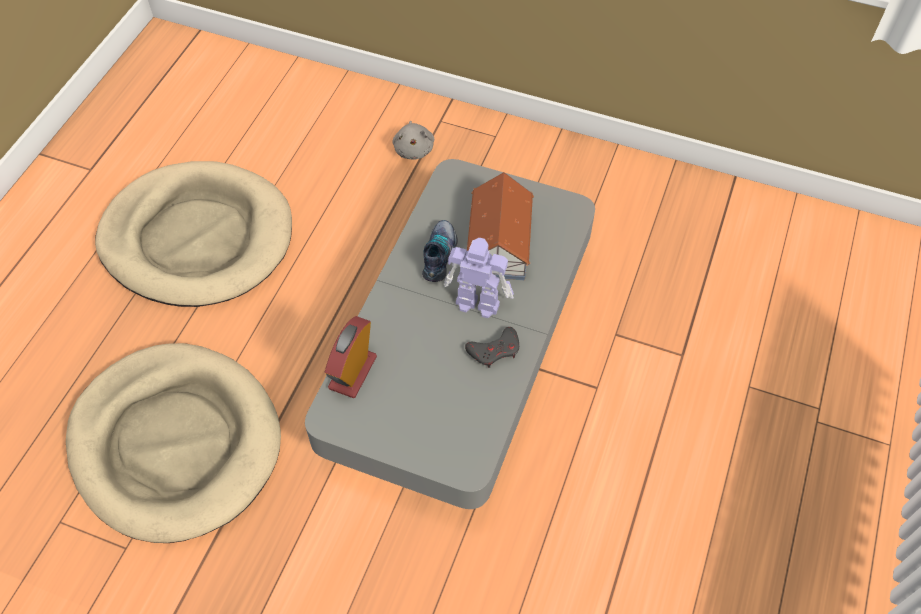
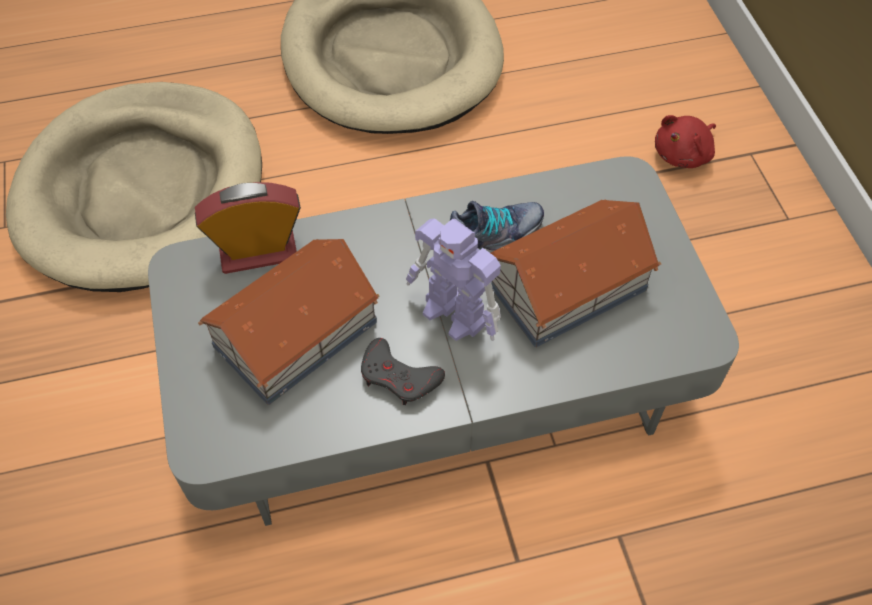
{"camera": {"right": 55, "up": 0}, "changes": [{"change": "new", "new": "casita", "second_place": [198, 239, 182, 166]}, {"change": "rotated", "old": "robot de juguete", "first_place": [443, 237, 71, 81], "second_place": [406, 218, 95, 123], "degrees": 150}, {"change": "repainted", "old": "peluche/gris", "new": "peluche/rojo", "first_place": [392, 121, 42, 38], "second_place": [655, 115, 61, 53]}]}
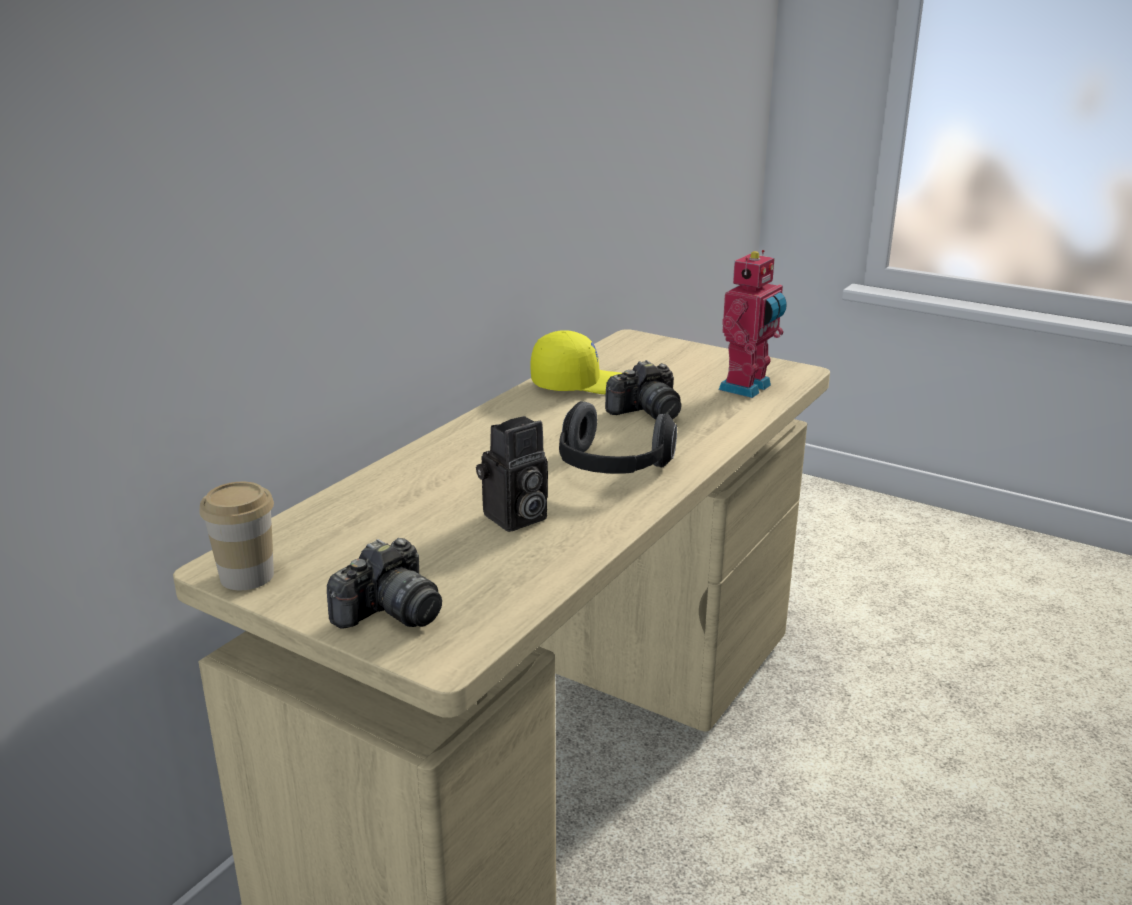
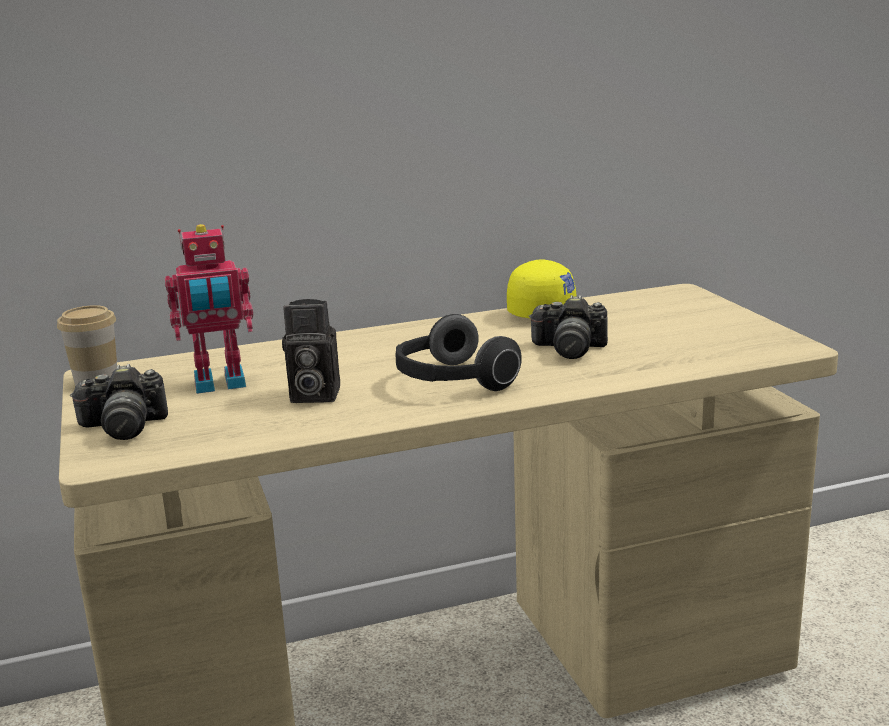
{"camera": {"right": 40, "up": -5}, "changes": [{"change": "shifted", "old": "robot de juguete", "first_place": [719, 250, 68, 148], "second_place": [165, 224, 88, 170]}]}
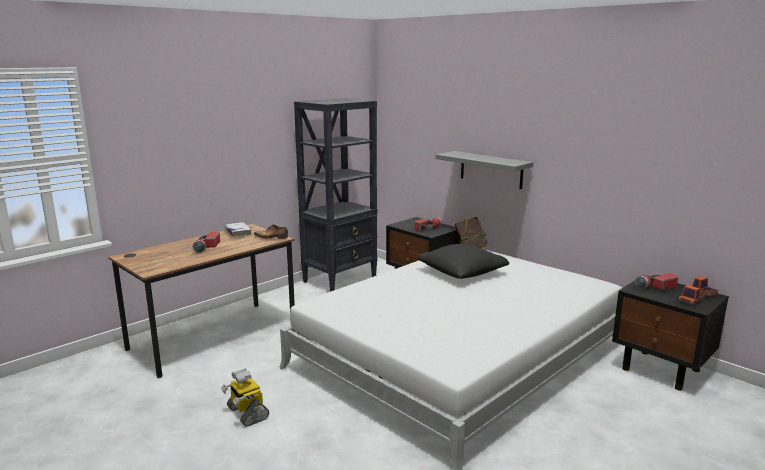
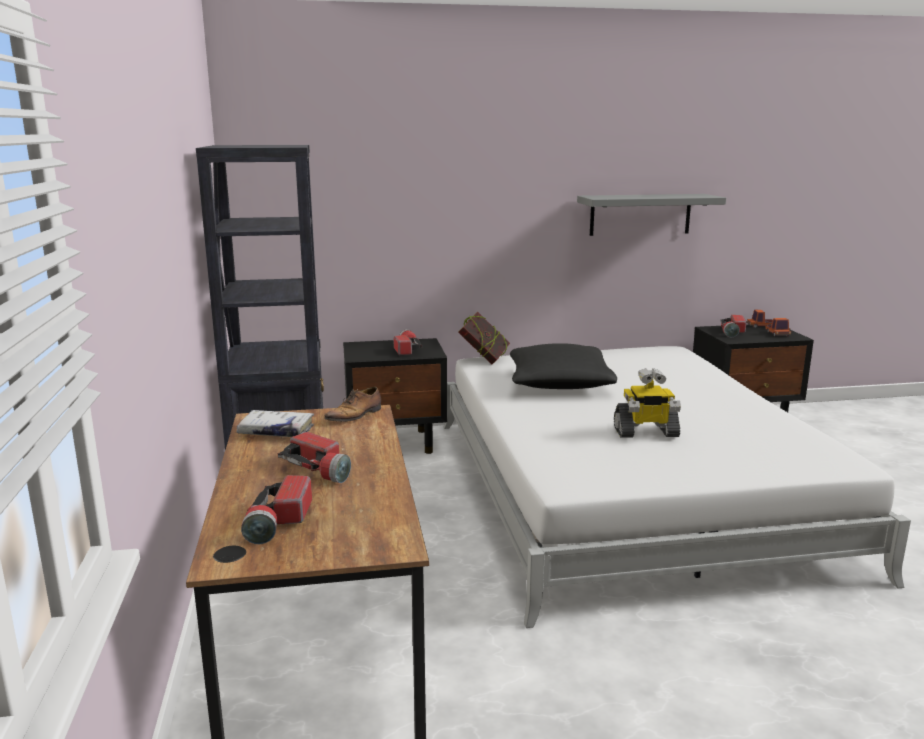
{"camera": {"right": -55, "up": 0}, "changes": [{"change": "new", "new": "linterna", "second_place": [241, 475, 71, 69]}, {"change": "shifted", "old": "estante/gris", "first_place": [435, 151, 98, 38], "second_place": [577, 194, 149, 42]}, {"change": "shifted", "old": "robot de juguete", "first_place": [221, 368, 48, 59], "second_place": [614, 368, 67, 70]}]}
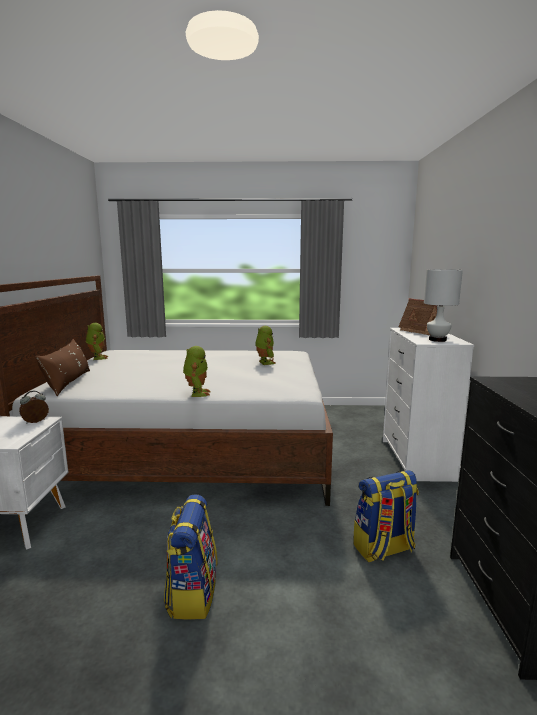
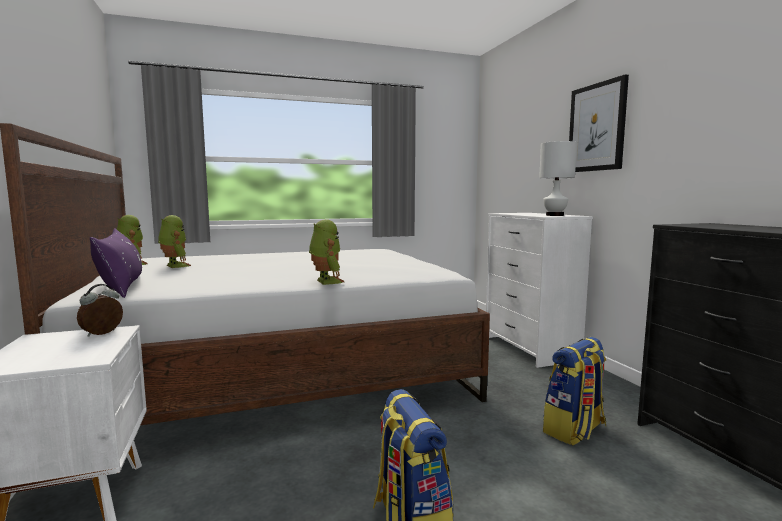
{"camera": {"right": -20, "up": -5}, "changes": [{"change": "repainted", "old": "cojín/marrón", "new": "cojín/morado", "first_place": [35, 339, 55, 57], "second_place": [90, 228, 52, 70]}, {"change": "shifted", "old": "robot de juguete", "first_place": [255, 326, 21, 39], "second_place": [158, 215, 33, 53]}, {"change": "new", "new": "cuadro", "second_place": [569, 74, 60, 98]}, {"change": "gone", "old": "casita", "first_place": [398, 298, 39, 37]}]}
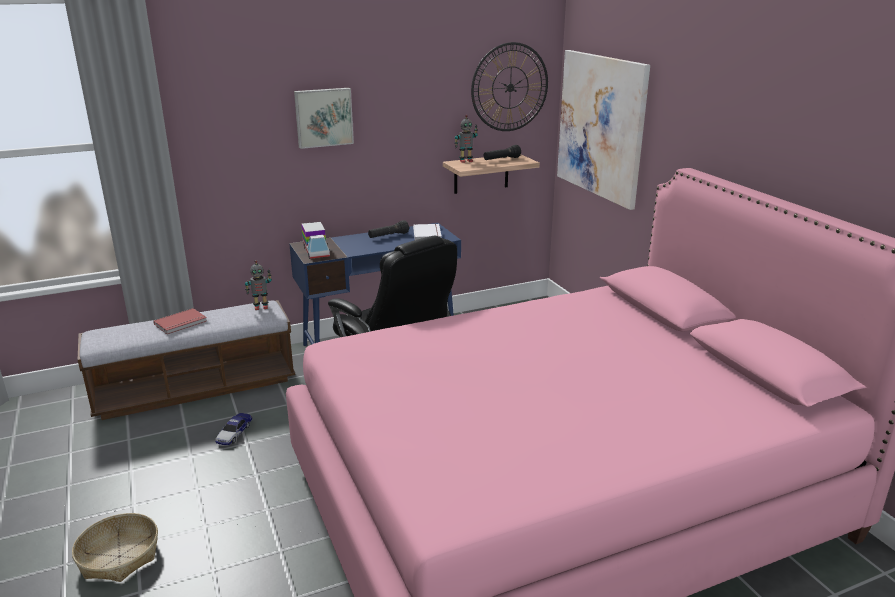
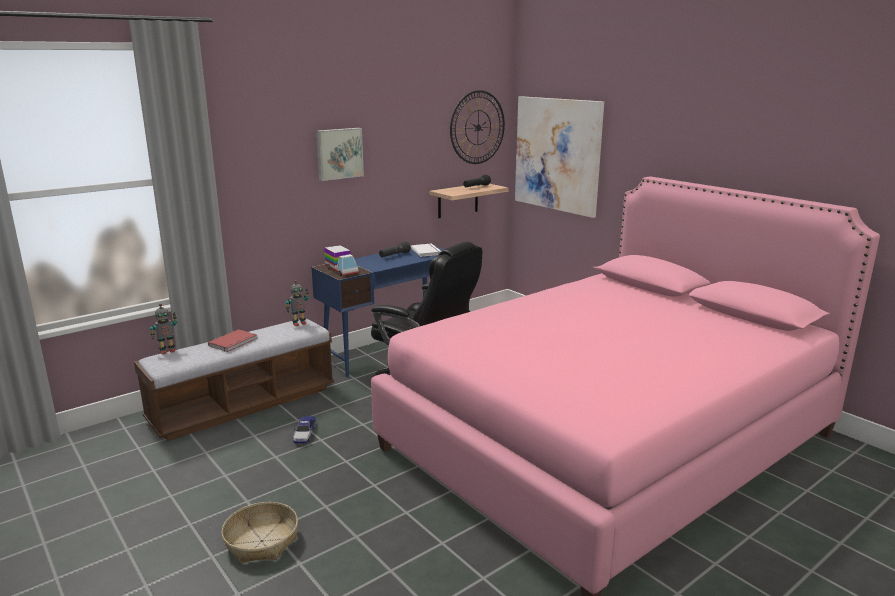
{"camera": {"right": -15, "up": -5}, "changes": [{"change": "shifted", "old": "robot de juguete", "first_place": [454, 115, 24, 48], "second_place": [150, 304, 27, 50]}]}
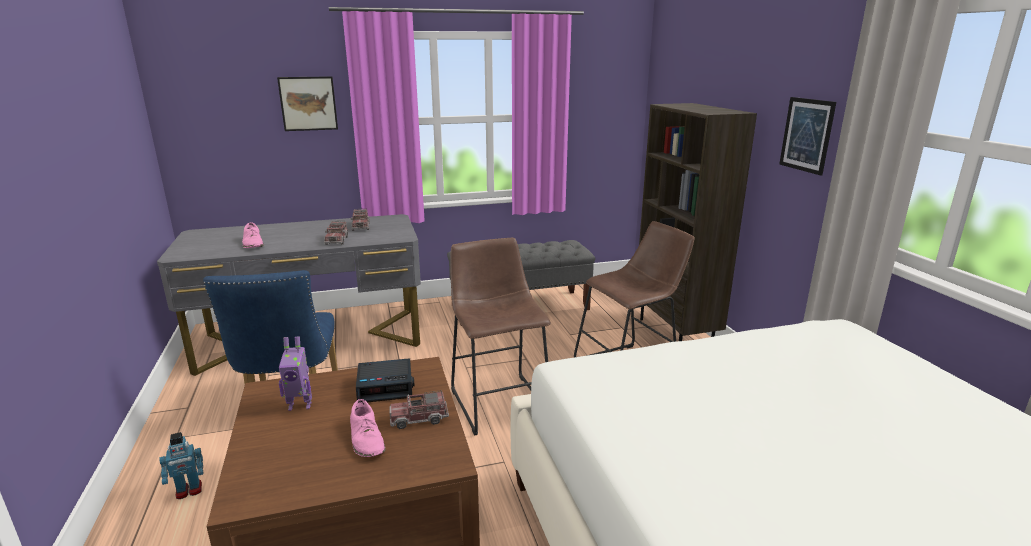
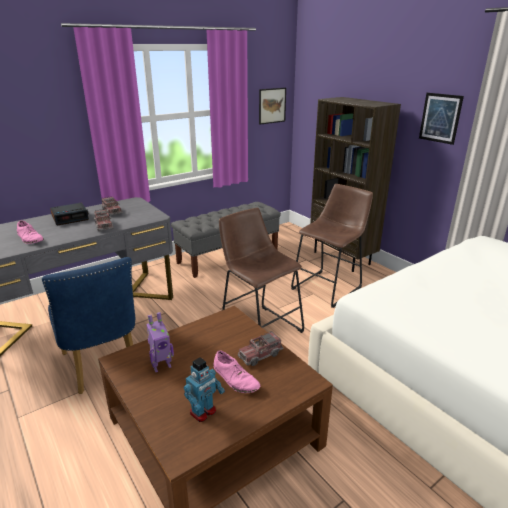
{"camera": {"right": -20, "up": 5}, "changes": [{"change": "shifted", "old": "despertador", "first_place": [356, 358, 59, 44], "second_place": [50, 203, 39, 22]}, {"change": "shifted", "old": "robot de juguete", "first_place": [159, 432, 45, 67], "second_place": [184, 357, 41, 65]}, {"change": "shifted", "old": "cuadro", "first_place": [277, 76, 61, 55], "second_place": [259, 88, 27, 37]}]}
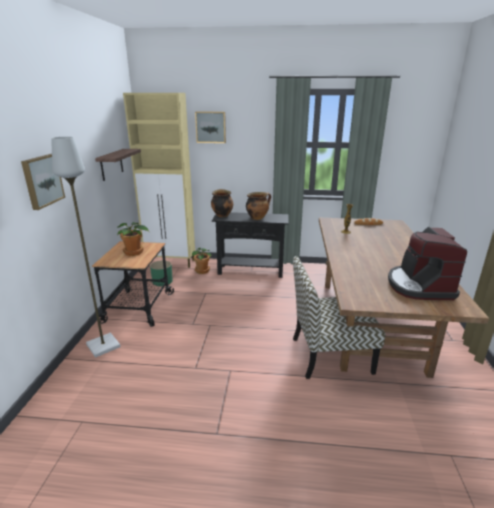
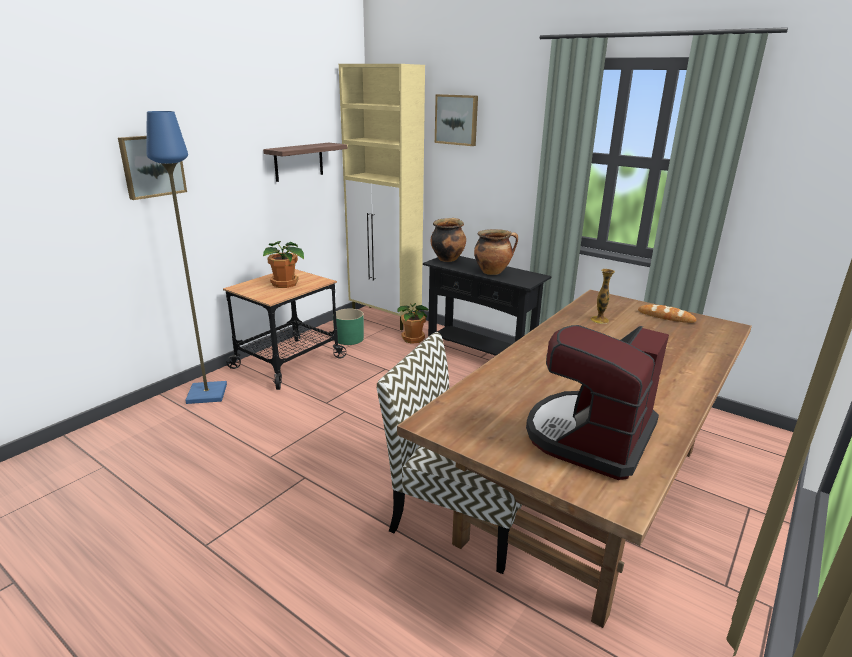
{"camera": {"right": 30, "up": 0}, "changes": [{"change": "repainted", "old": "lámpara de pie/gris", "new": "lámpara de pie/azul", "first_place": [51, 137, 70, 221], "second_place": [146, 111, 81, 293]}]}
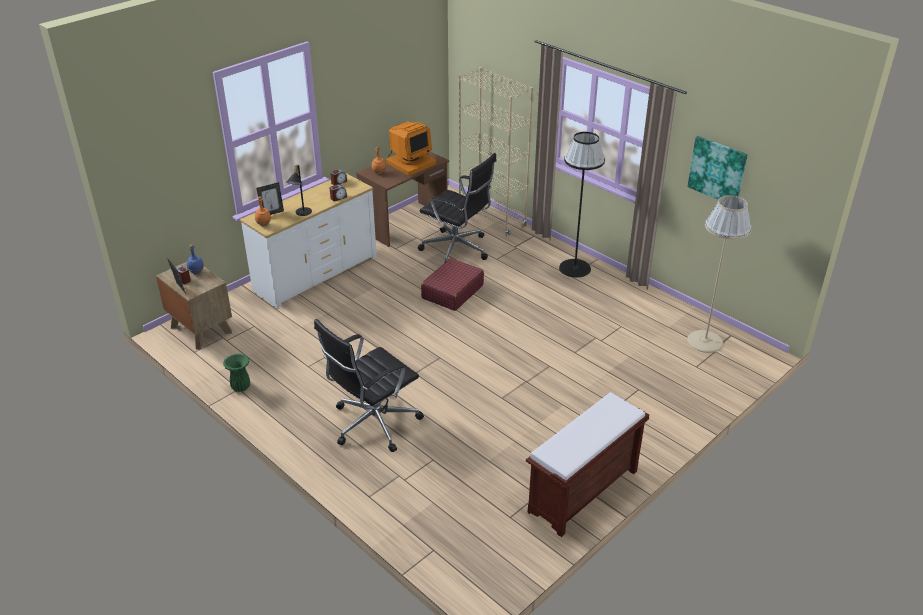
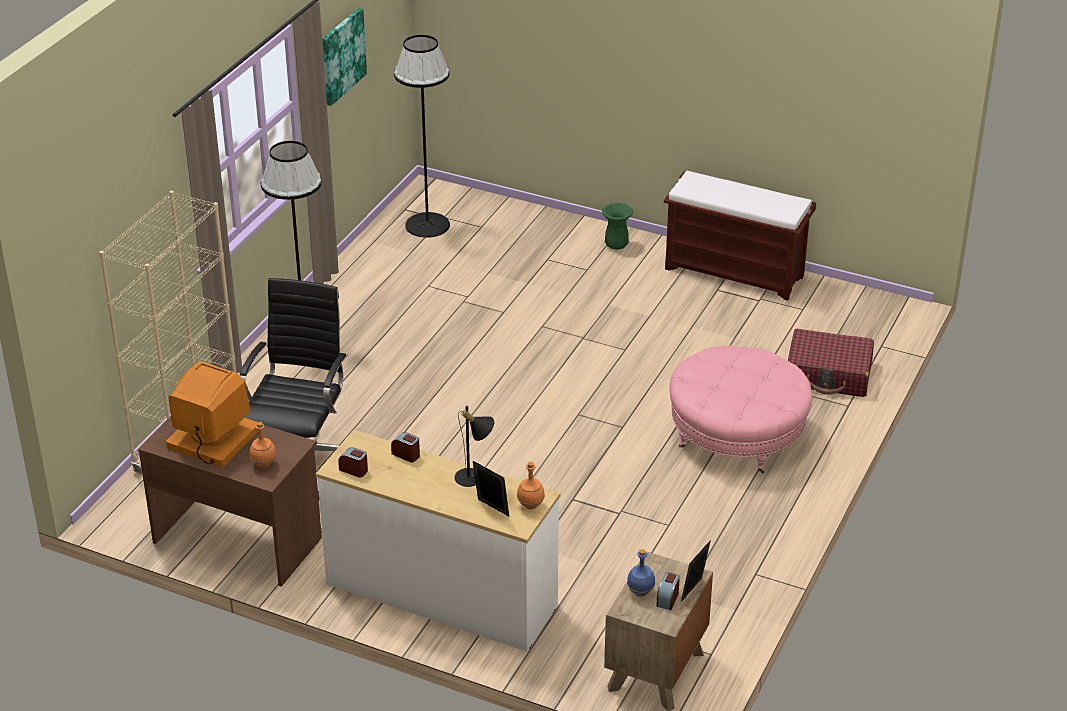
{"camera": {"right": -110, "up": 0}, "changes": [{"change": "repainted", "old": "lámpara de pie/beis", "new": "lámpara de pie/negro", "first_place": [687, 195, 65, 158], "second_place": [394, 35, 56, 203]}, {"change": "shifted", "old": "florero/verde", "first_place": [223, 353, 27, 39], "second_place": [602, 203, 31, 47]}, {"change": "swapped", "old": "silla de oficina/negro", "new": "puf/rosa", "first_place": [314, 319, 110, 133], "second_place": [669, 346, 143, 127]}, {"change": "shifted", "old": "maleta/rojo", "first_place": [421, 258, 63, 53], "second_place": [788, 329, 86, 68]}]}
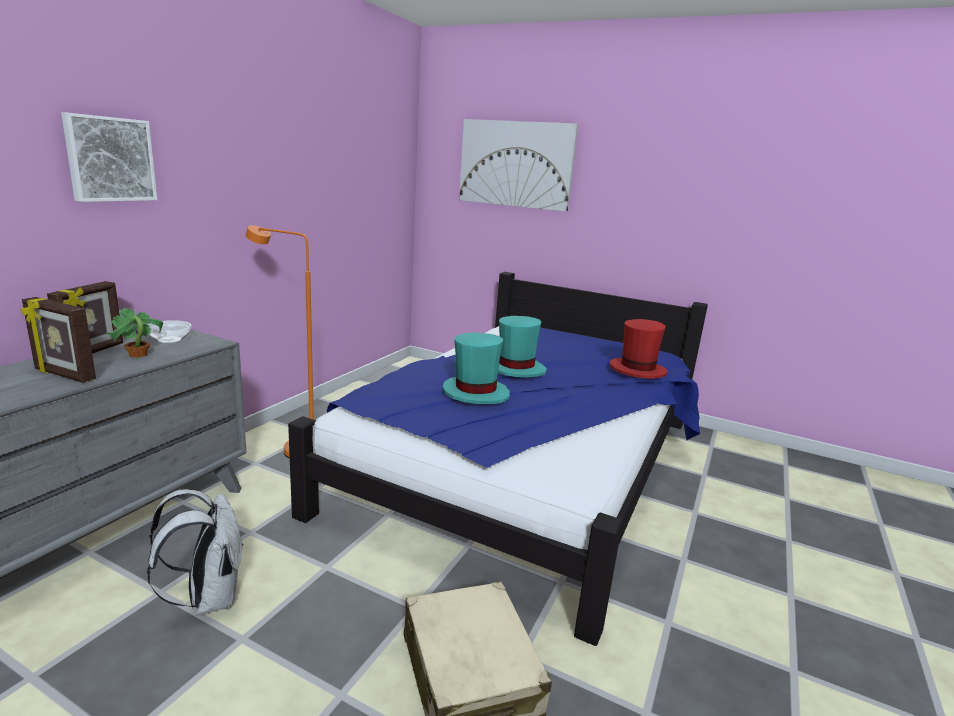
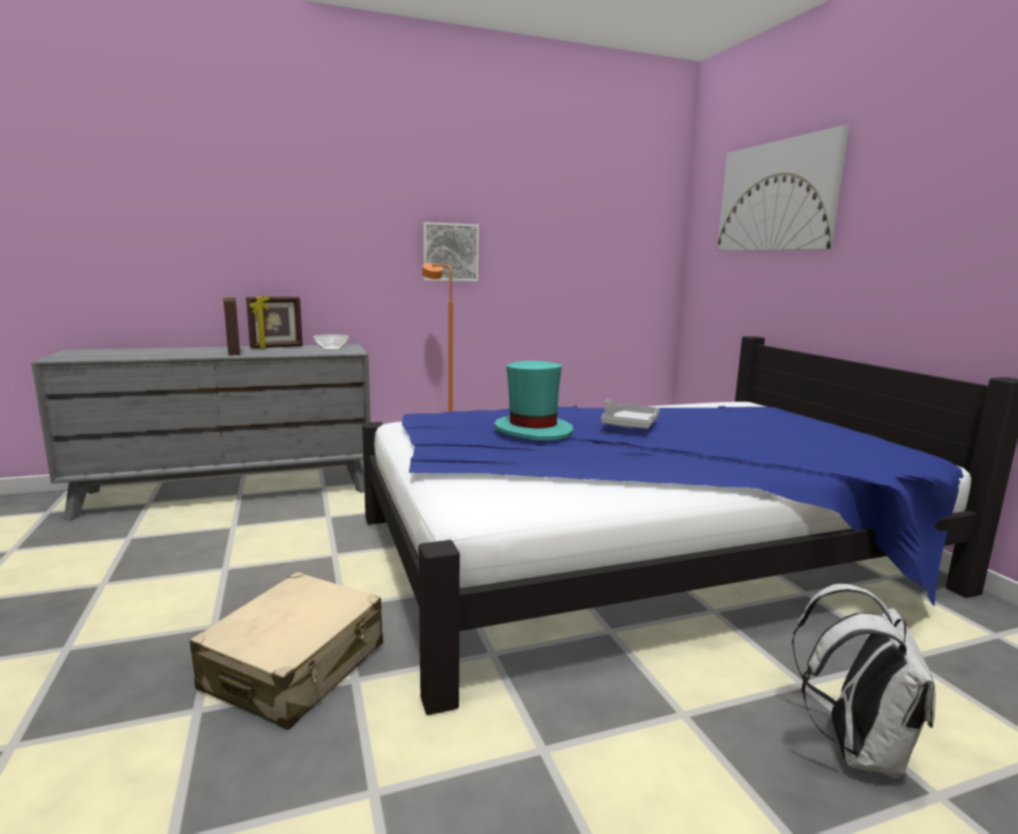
{"camera": {"right": 45, "up": -5}, "changes": [{"change": "shifted", "old": "cuadro", "first_place": [61, 112, 96, 90], "second_place": [423, 222, 56, 59]}, {"change": "swapped", "old": "sombrero/turquesa", "new": "bandeja/gris", "first_place": [498, 316, 49, 61], "second_place": [601, 399, 59, 30]}, {"change": "shifted", "old": "mochila/blanco", "first_place": [147, 489, 96, 127], "second_place": [792, 584, 144, 195]}, {"change": "gone", "old": "planta en maceta", "first_place": [106, 308, 57, 50]}, {"change": "gone", "old": "sombrero/rojo", "first_place": [609, 319, 58, 60]}]}
